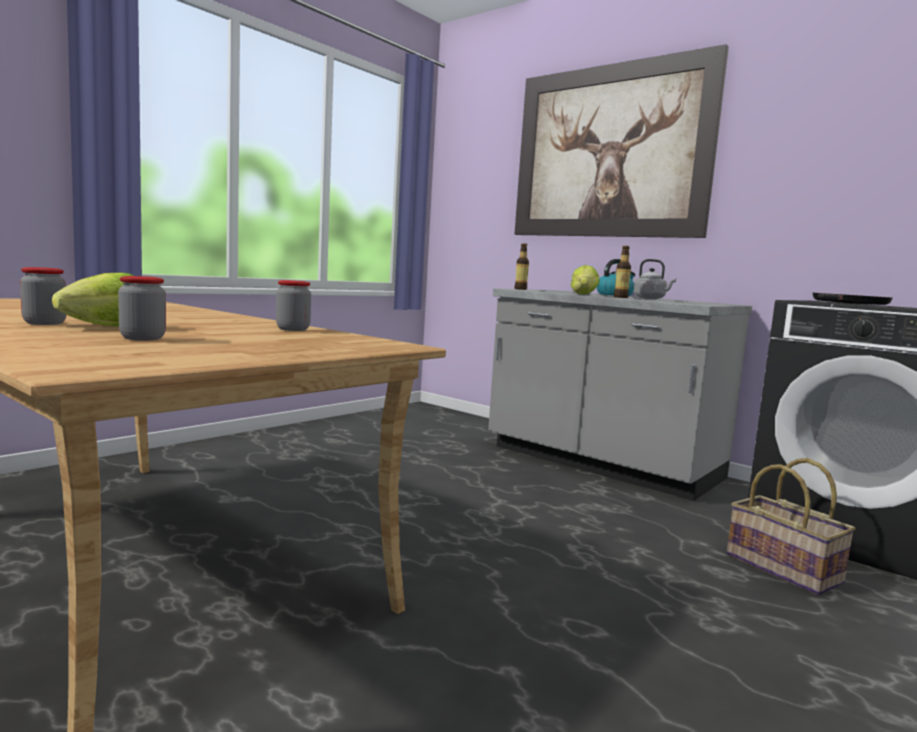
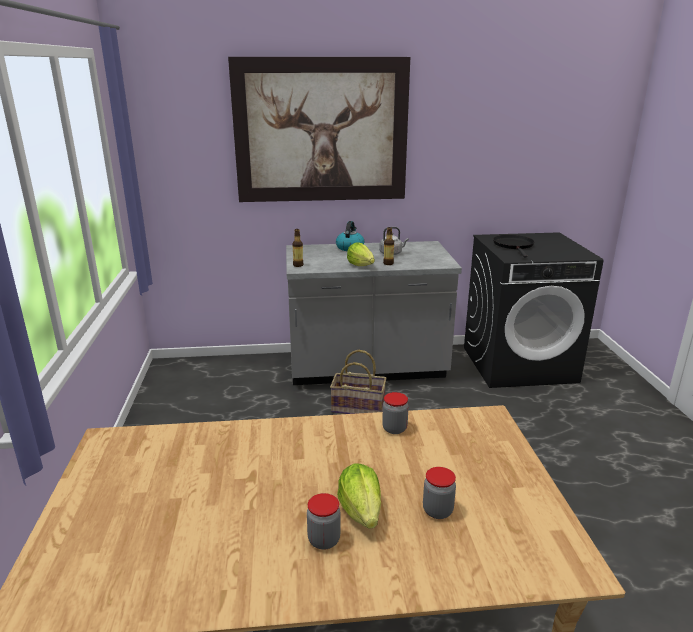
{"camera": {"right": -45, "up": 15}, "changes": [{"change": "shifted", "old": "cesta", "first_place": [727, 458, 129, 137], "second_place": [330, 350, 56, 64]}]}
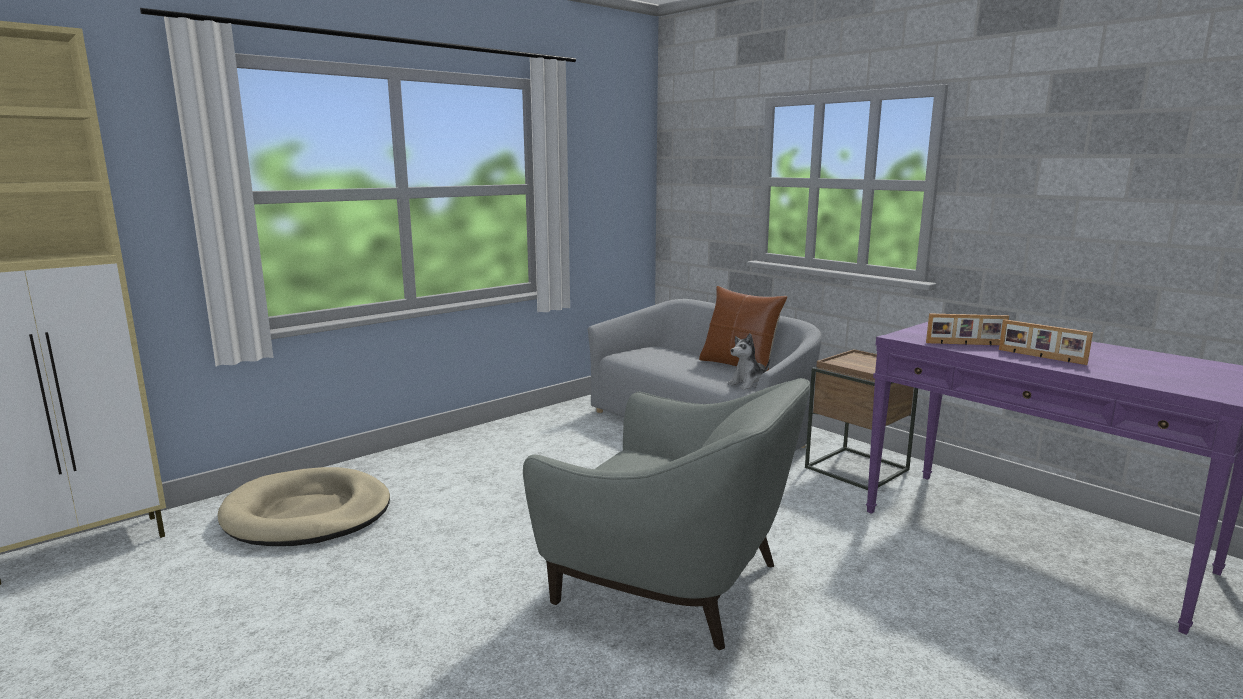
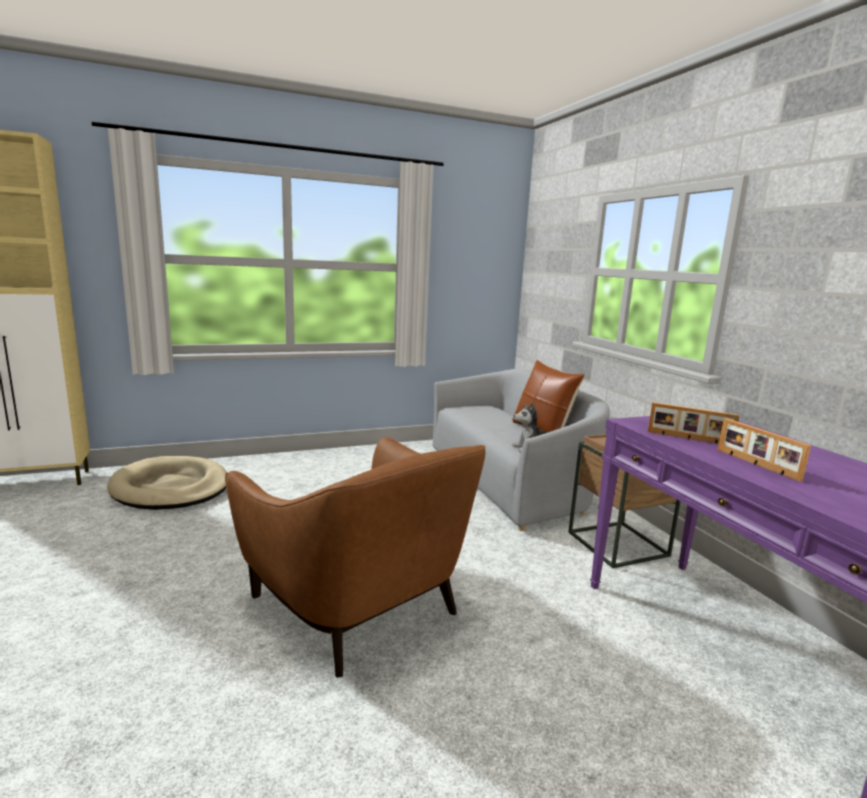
{"camera": {"right": 20, "up": 0}, "changes": [{"change": "repainted", "old": "sillón/gris", "new": "sillón/marrón", "first_place": [523, 378, 287, 272], "second_place": [225, 437, 260, 240]}]}
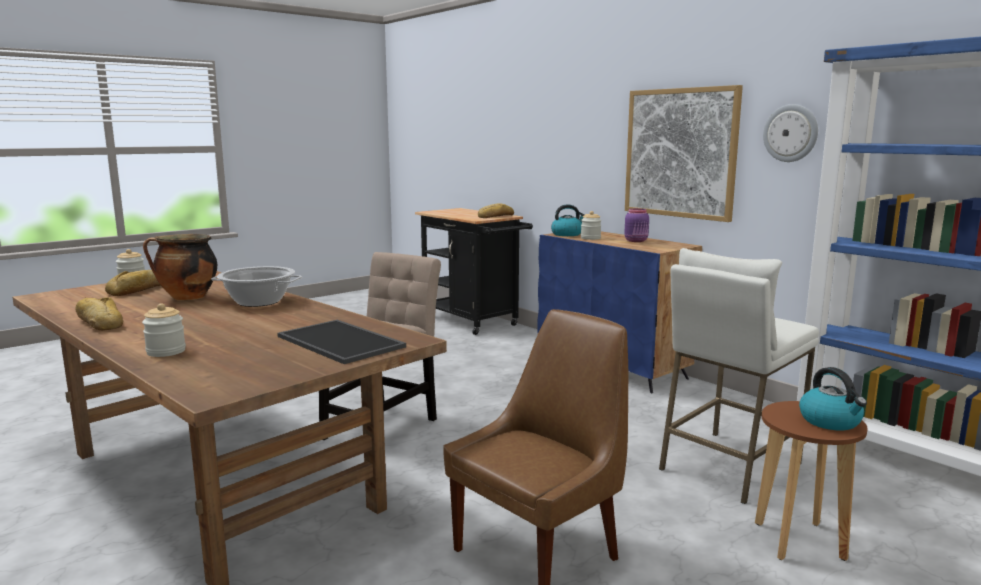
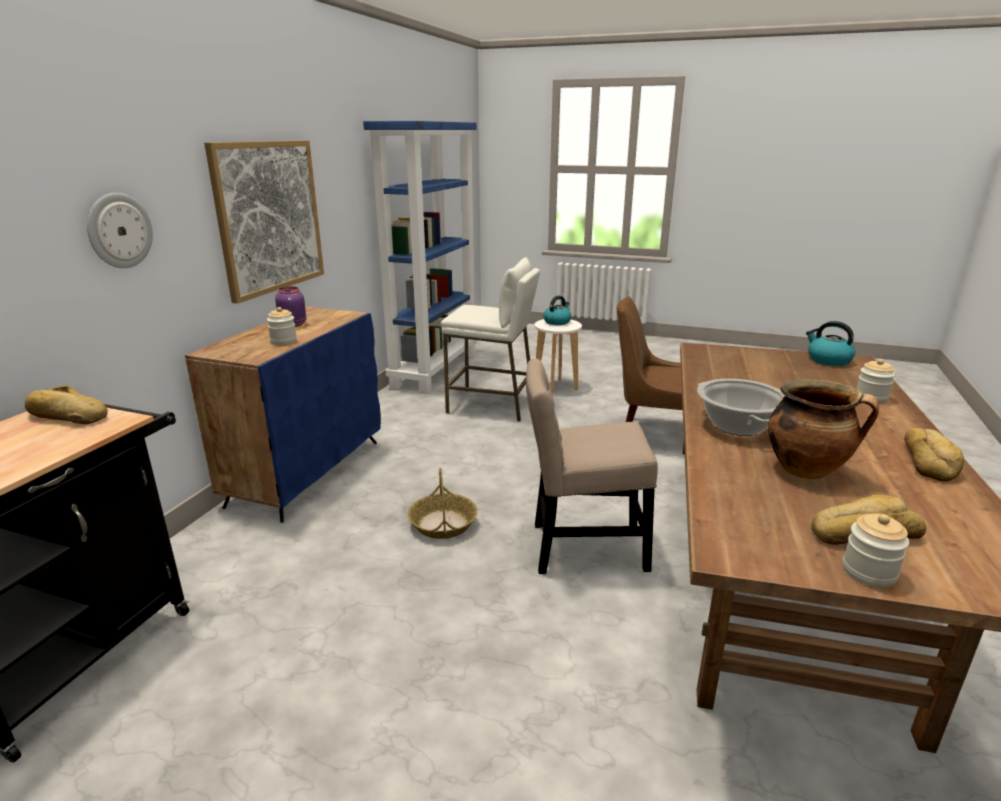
{"camera": {"right": -120, "up": 10}, "changes": [{"change": "shifted", "old": "reloj de pared", "first_place": [763, 104, 55, 58], "second_place": [87, 193, 66, 75]}, {"change": "new", "new": "cesta", "second_place": [408, 468, 69, 71]}, {"change": "repainted", "old": "taburete/marrón", "new": "taburete/blanco", "first_place": [755, 401, 113, 160], "second_place": [534, 319, 48, 76]}, {"change": "shifted", "old": "hervidor", "first_place": [551, 204, 33, 32], "second_place": [806, 321, 49, 45]}, {"change": "gone", "old": "bandeja", "first_place": [277, 320, 129, 44]}]}
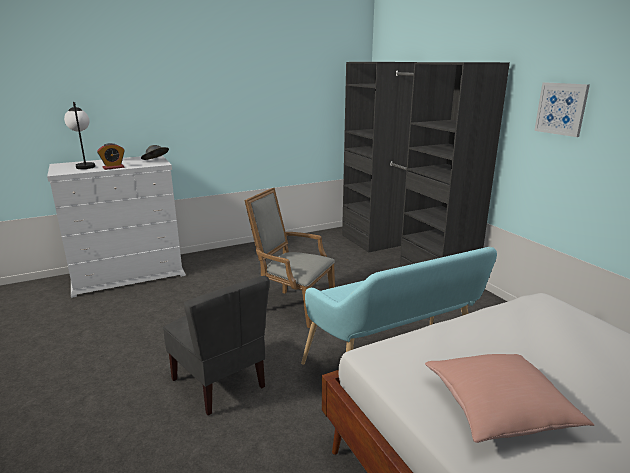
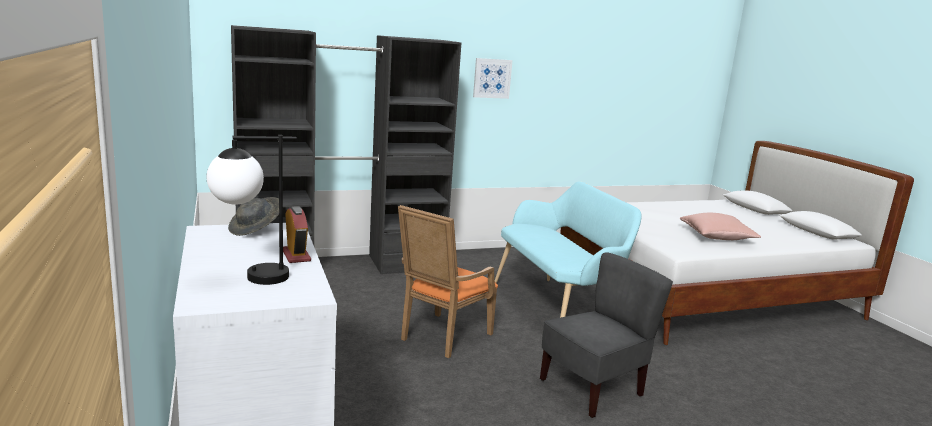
{"camera": {"right": -85, "up": -5}, "changes": [{"change": "repainted", "old": "sillón/gris", "new": "sillón/naranja", "first_place": [244, 188, 91, 140], "second_place": [398, 205, 100, 153]}]}
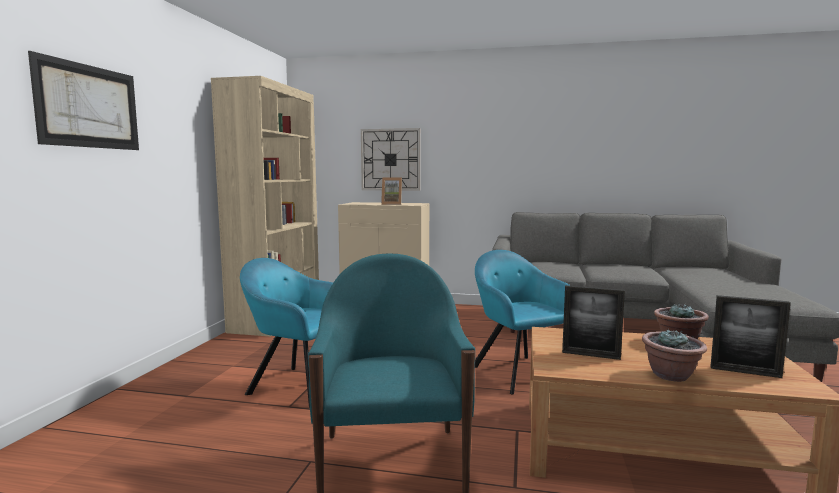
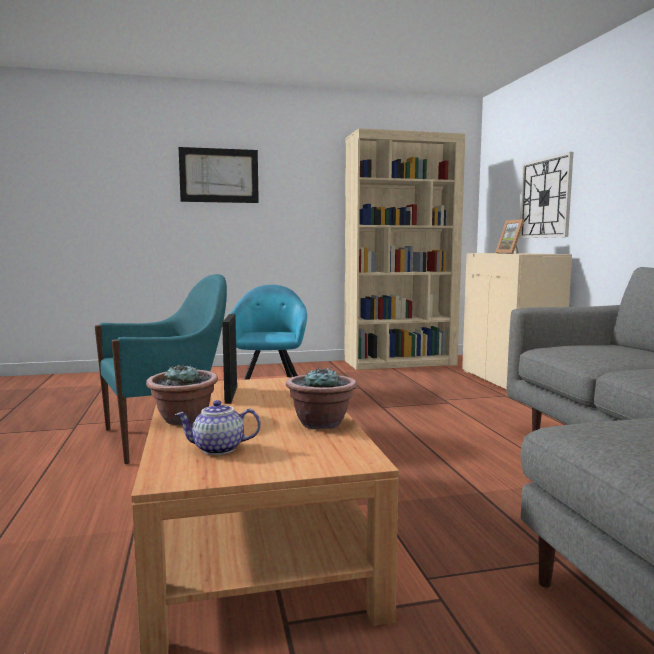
{"camera": {"right": 65, "up": 0}, "changes": [{"change": "swapped", "old": "portarretratos", "new": "tetera", "first_place": [710, 295, 81, 83], "second_place": [175, 400, 86, 55]}, {"change": "gone", "old": "sillón/turquesa", "first_place": [475, 250, 96, 145]}]}
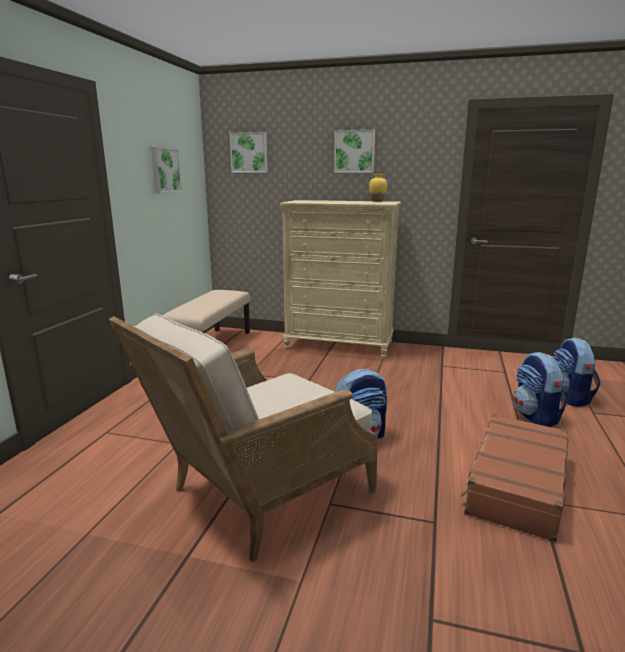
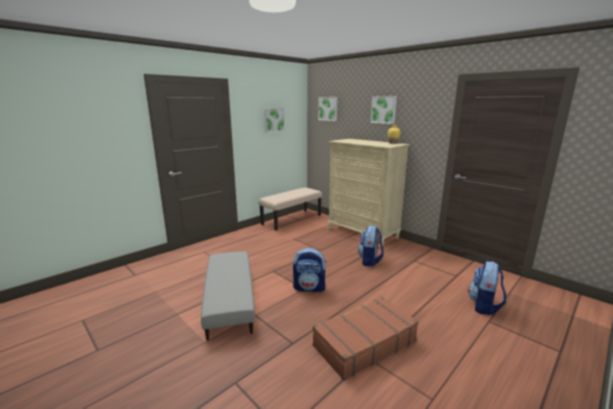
{"camera": {"right": 30, "up": 0}, "changes": [{"change": "swapped", "old": "sillón/beis", "new": "puf/gris", "first_place": [109, 313, 269, 249], "second_place": [201, 251, 54, 90]}, {"change": "shifted", "old": "mochila", "first_place": [513, 352, 54, 75], "second_place": [358, 225, 26, 41]}]}
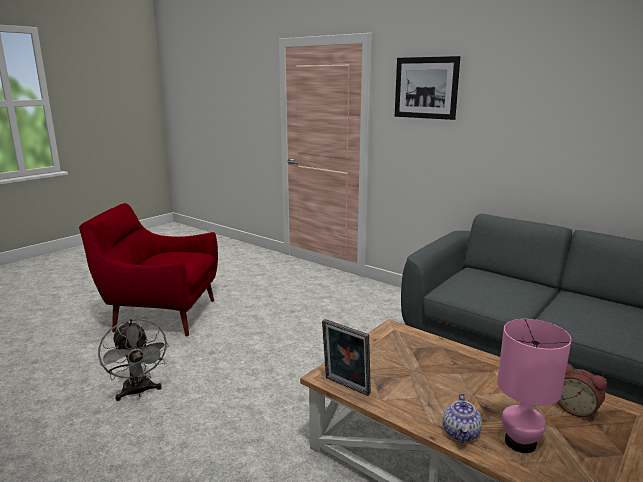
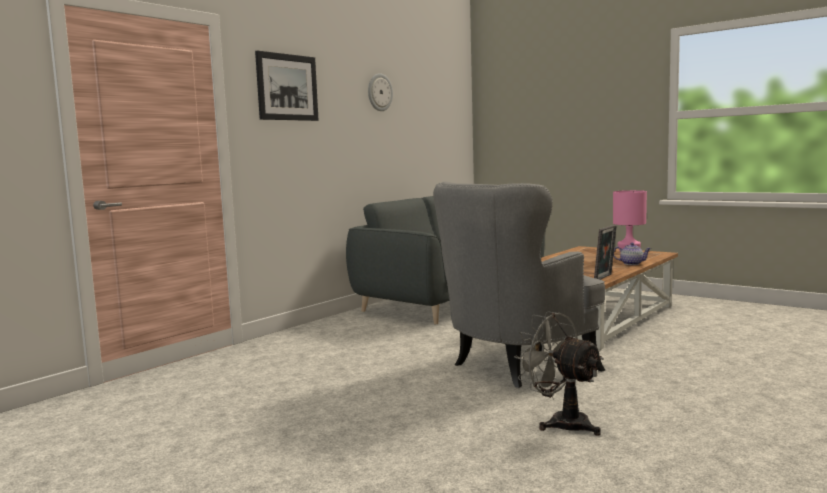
{"camera": {"right": -90, "up": -10}, "changes": [{"change": "new", "new": "reloj de pared", "second_place": [368, 73, 25, 38]}, {"change": "new", "new": "sillón/gris", "second_place": [433, 182, 172, 206]}, {"change": "rotated", "old": "ventilador/gris", "first_place": [98, 319, 71, 82], "second_place": [514, 311, 90, 125], "degrees": -105}, {"change": "gone", "old": "sillón/rojo", "first_place": [79, 203, 139, 133]}, {"change": "gone", "old": "despertador", "first_place": [557, 364, 50, 55]}]}
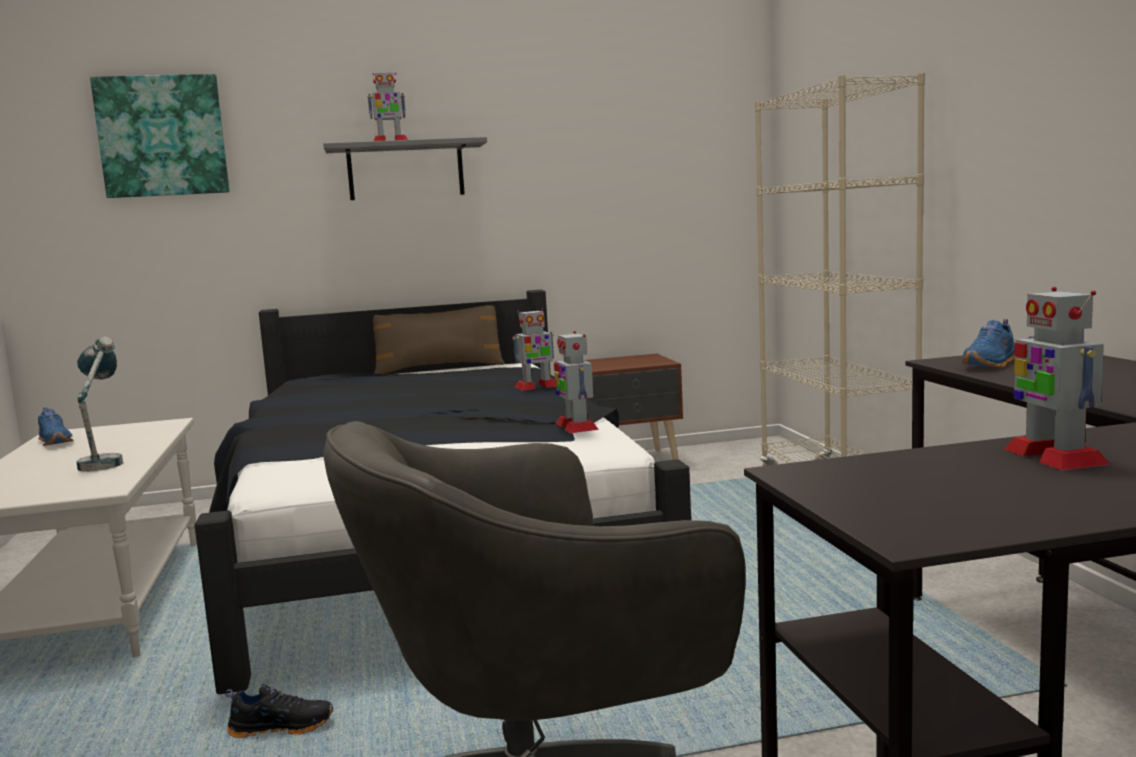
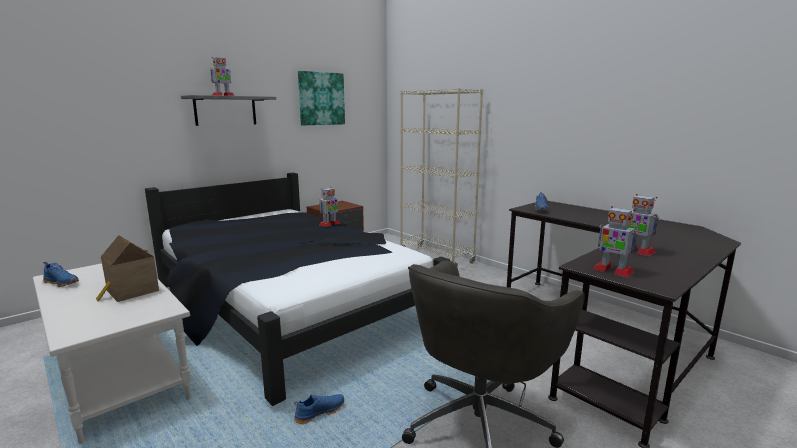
{"camera": {"right": -30, "up": 5}, "changes": [{"change": "swapped", "old": "lámpara de mesa", "new": "casita", "first_place": [76, 336, 47, 136], "second_place": [96, 235, 63, 67]}, {"change": "repainted", "old": "zapato/negro", "new": "zapato/azul", "first_place": [225, 684, 108, 54], "second_place": [294, 394, 50, 30]}, {"change": "shifted", "old": "cuadro", "first_place": [90, 74, 140, 124], "second_place": [298, 71, 47, 54]}, {"change": "shifted", "old": "robot de juguete", "first_place": [554, 331, 45, 102], "second_place": [593, 206, 45, 71]}, {"change": "gone", "old": "cojín/marrón", "first_place": [373, 305, 132, 69]}]}
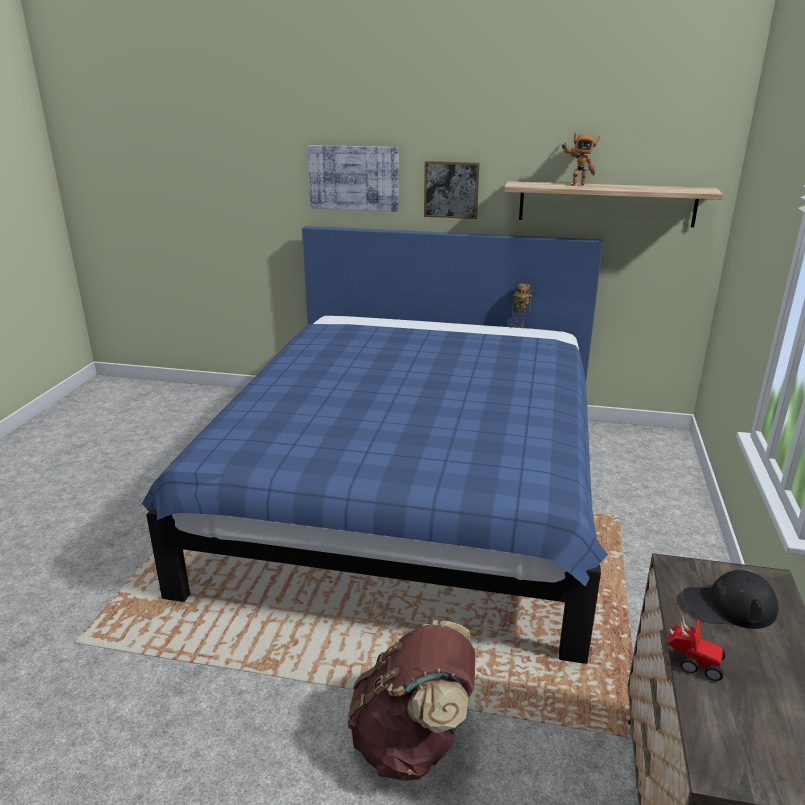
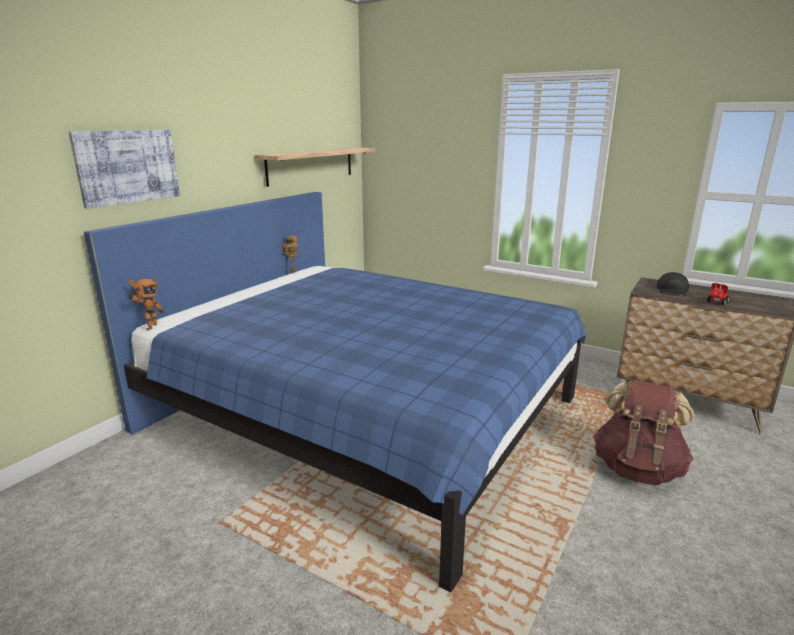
{"camera": {"right": -70, "up": -5}, "changes": [{"change": "shifted", "old": "robot de juguete", "first_place": [561, 132, 39, 54], "second_place": [128, 276, 35, 54]}, {"change": "gone", "old": "cuadro", "first_place": [424, 161, 55, 58]}]}
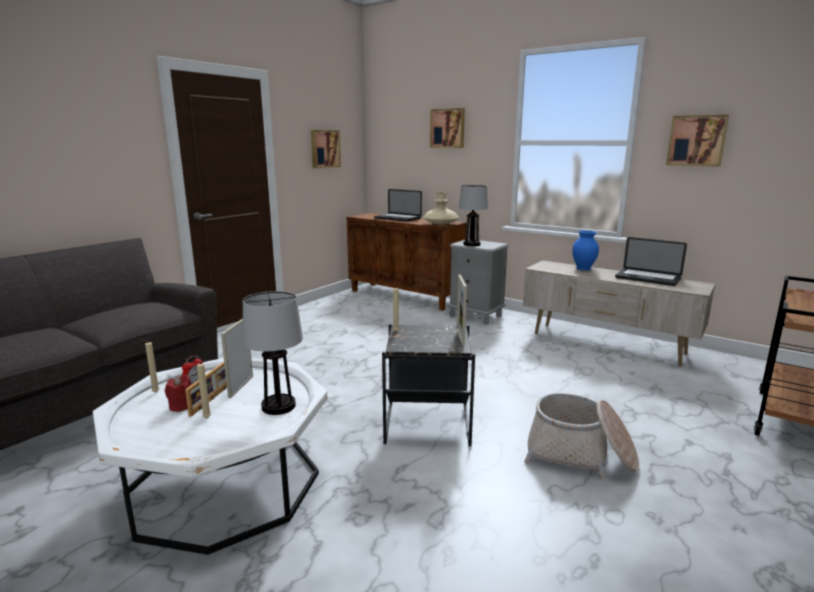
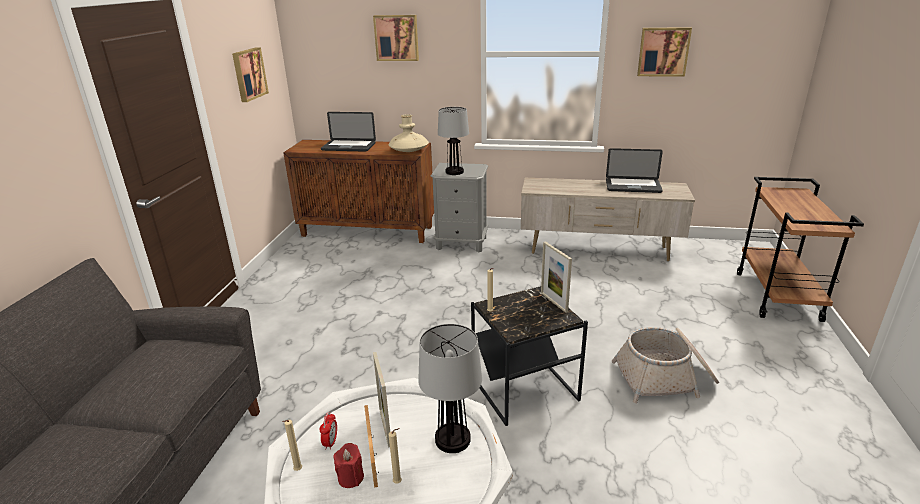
{"camera": {"right": -25, "up": 10}, "changes": [{"change": "gone", "old": "florero/azul", "first_place": [572, 230, 27, 40]}]}
